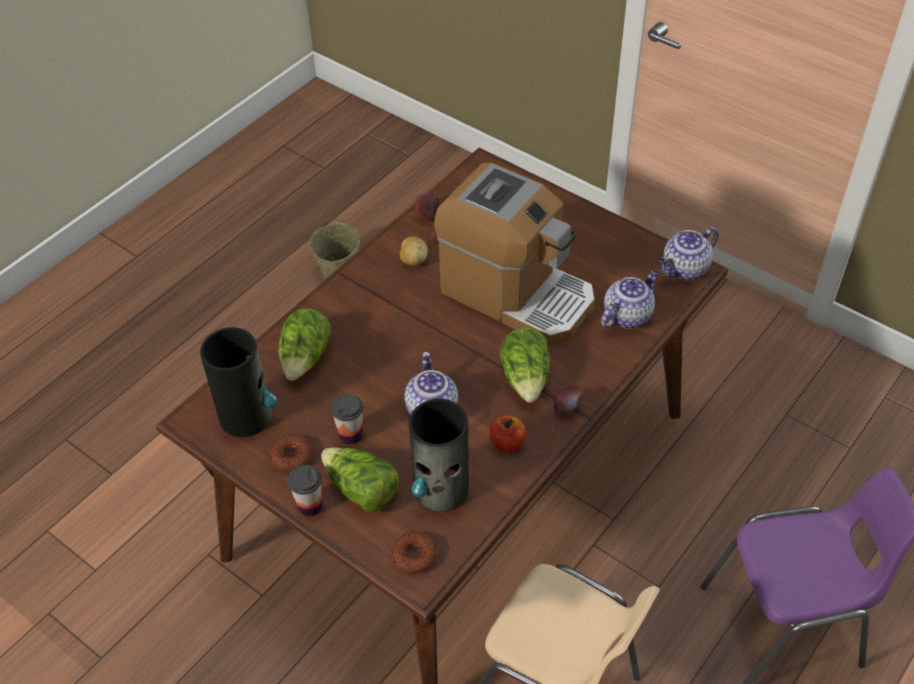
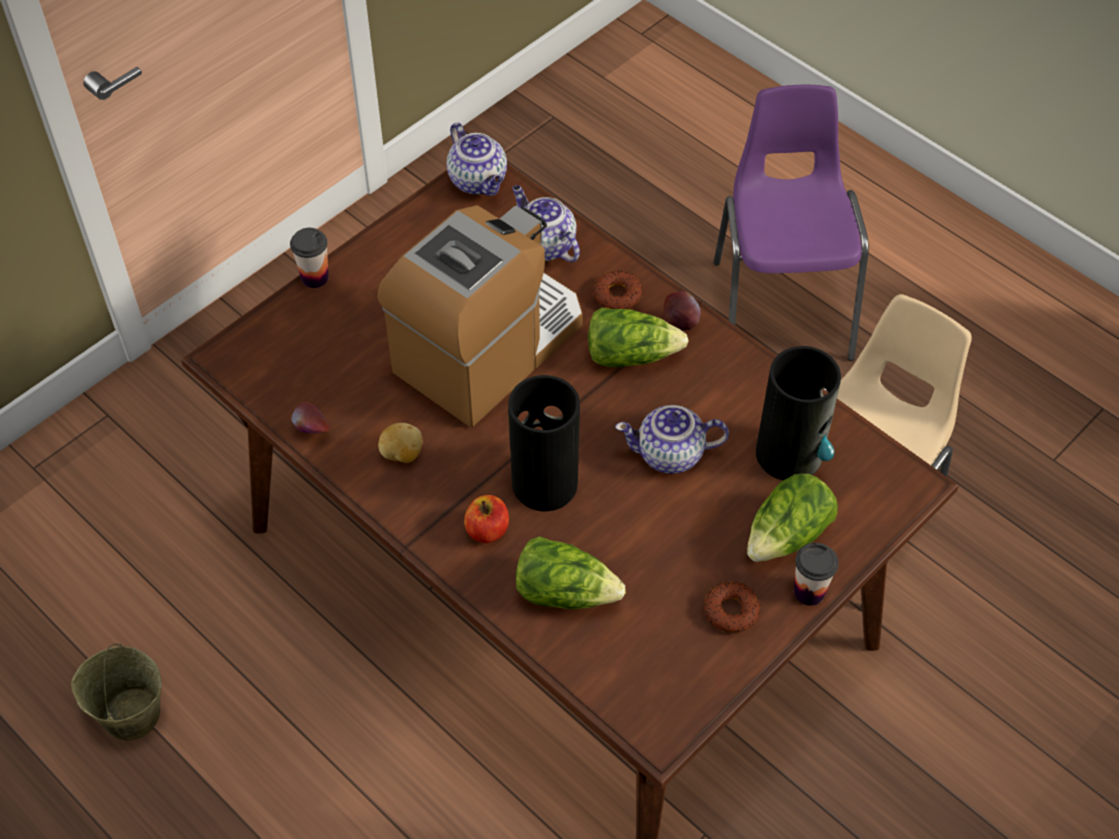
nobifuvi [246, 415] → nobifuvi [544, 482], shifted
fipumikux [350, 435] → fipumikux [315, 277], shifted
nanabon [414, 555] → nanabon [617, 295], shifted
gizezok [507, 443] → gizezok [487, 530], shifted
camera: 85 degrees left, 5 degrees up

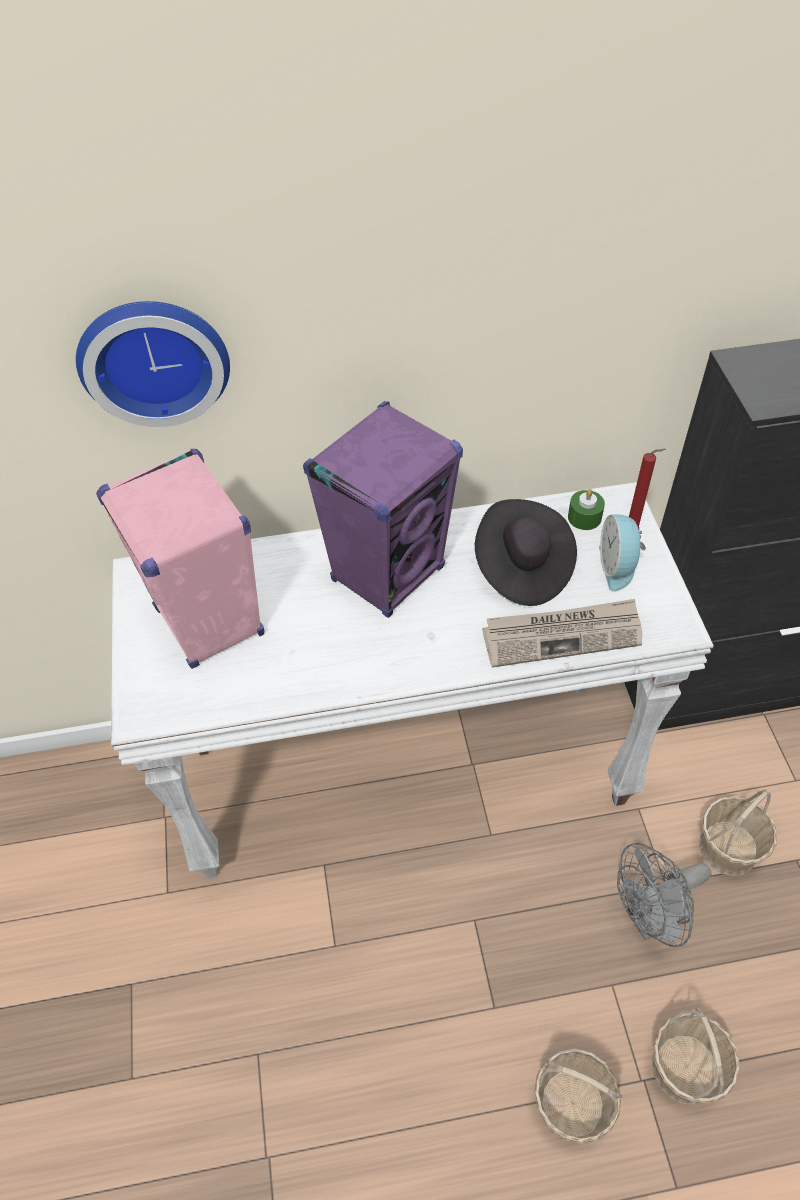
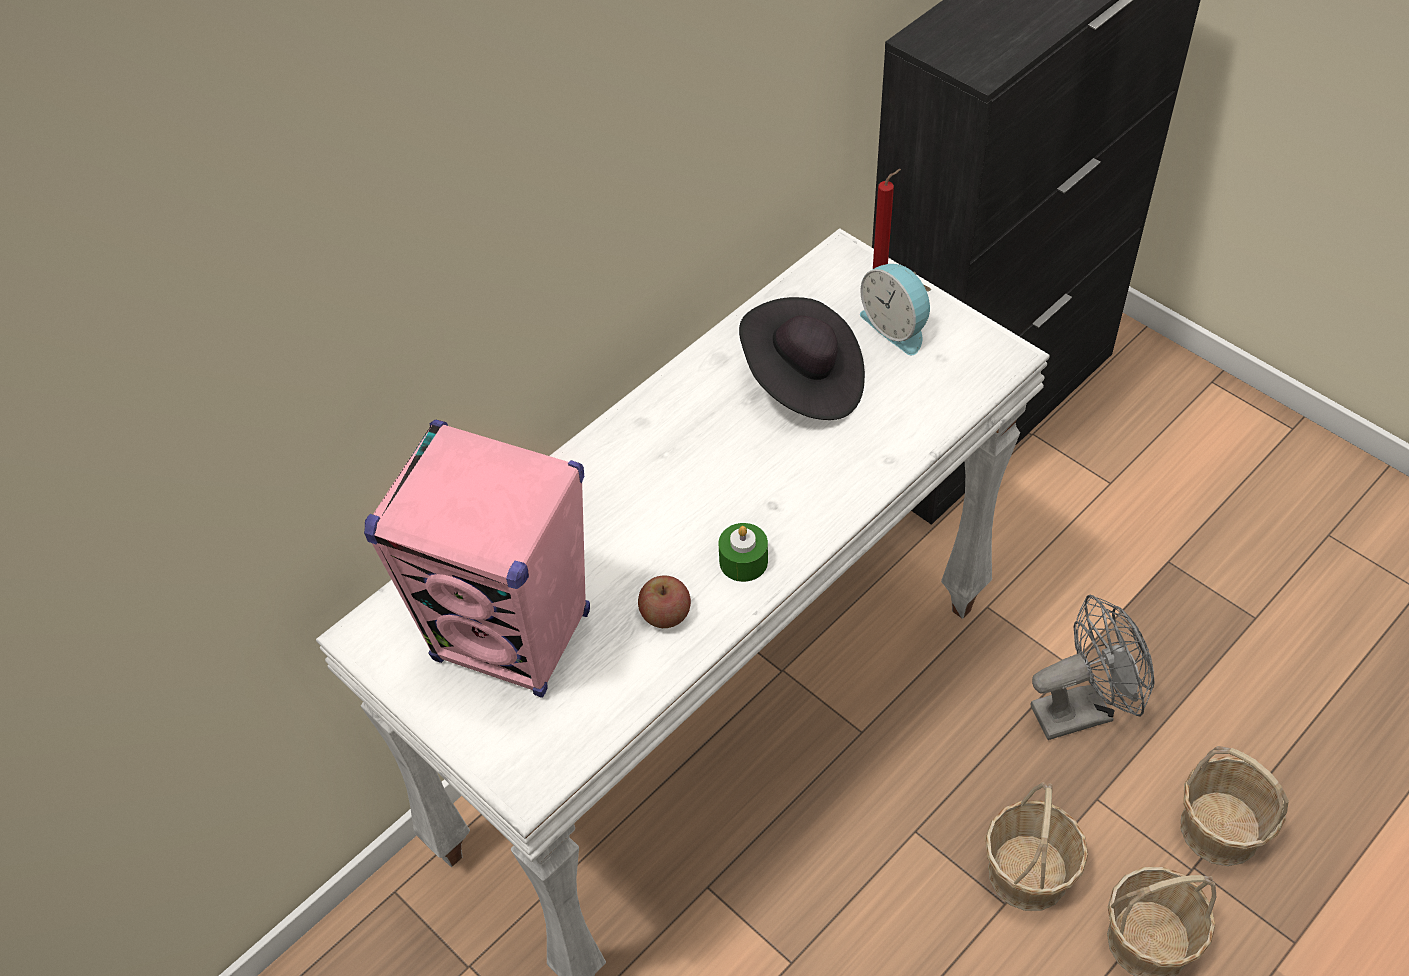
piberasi [154, 357] → -
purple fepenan [388, 573] → -
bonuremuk [562, 635] → -
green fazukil [584, 517] → green fazukil [743, 561], shifted
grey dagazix [650, 919] → grey dagazix [1082, 709], 135 degrees counterclockwise
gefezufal [728, 848] → gefezufal [1028, 872], shifted
- → gizezok [665, 614]
camera: 35 degrees left, 0 degrees up

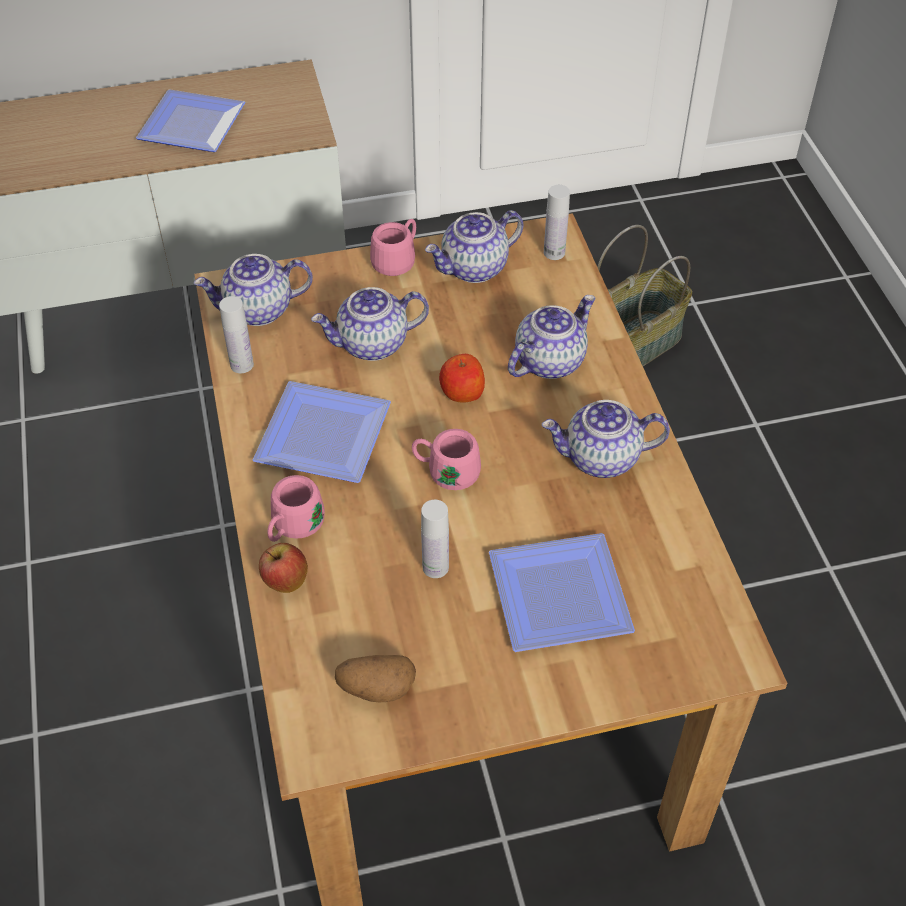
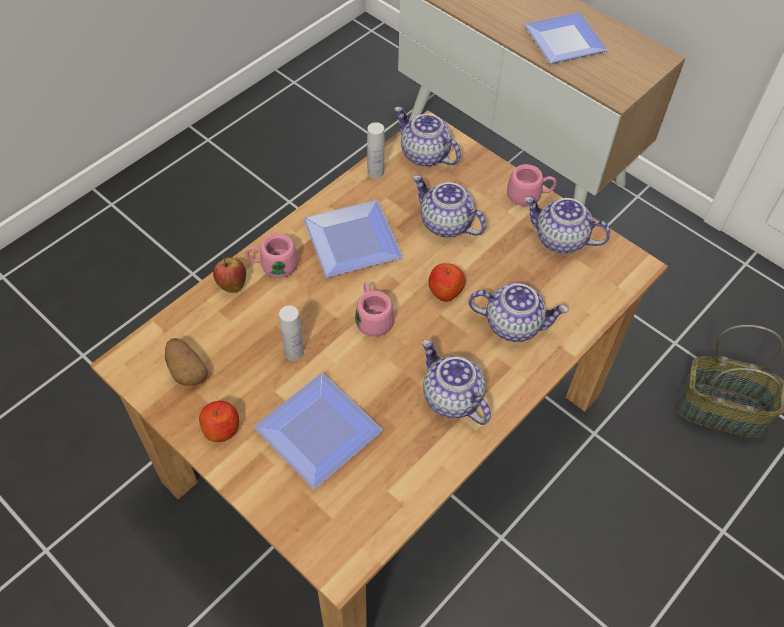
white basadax [554, 252] → -
- → gizezok [221, 428]
camera: 55 degrees right, 5 degrees up

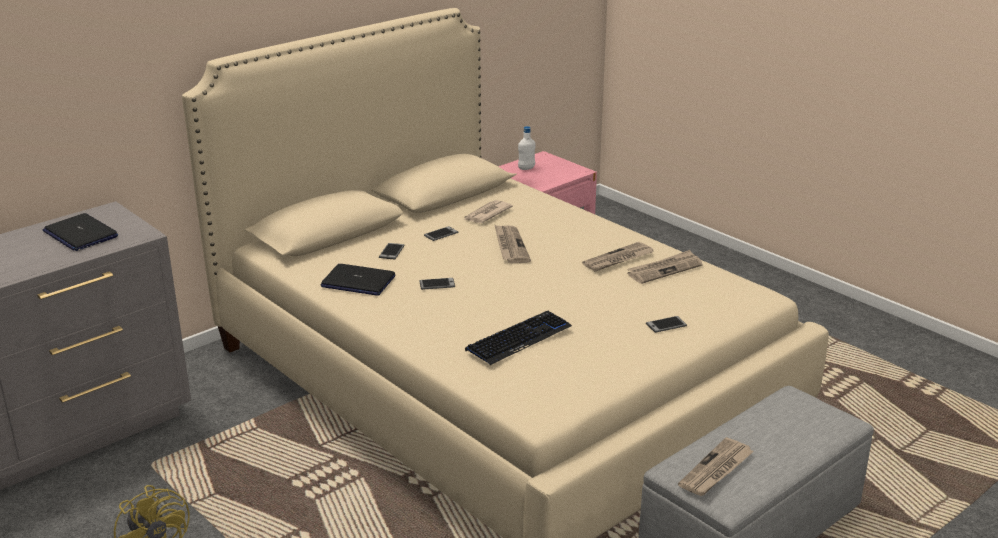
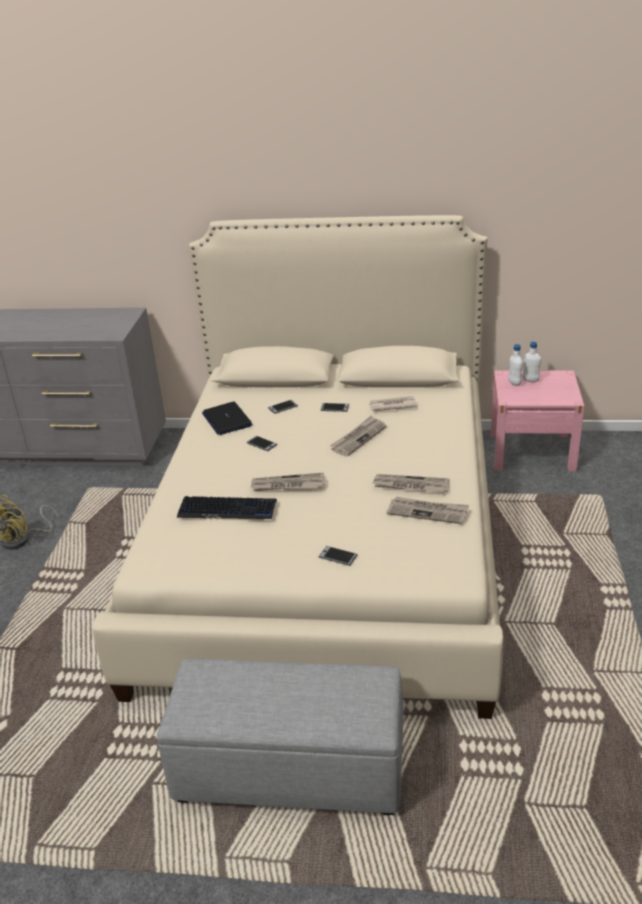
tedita [80, 234] → -
bonuremuk [716, 470] → bonuremuk [287, 485], shifted
- → white basadax [514, 383]
camera: 50 degrees right, 5 degrees up

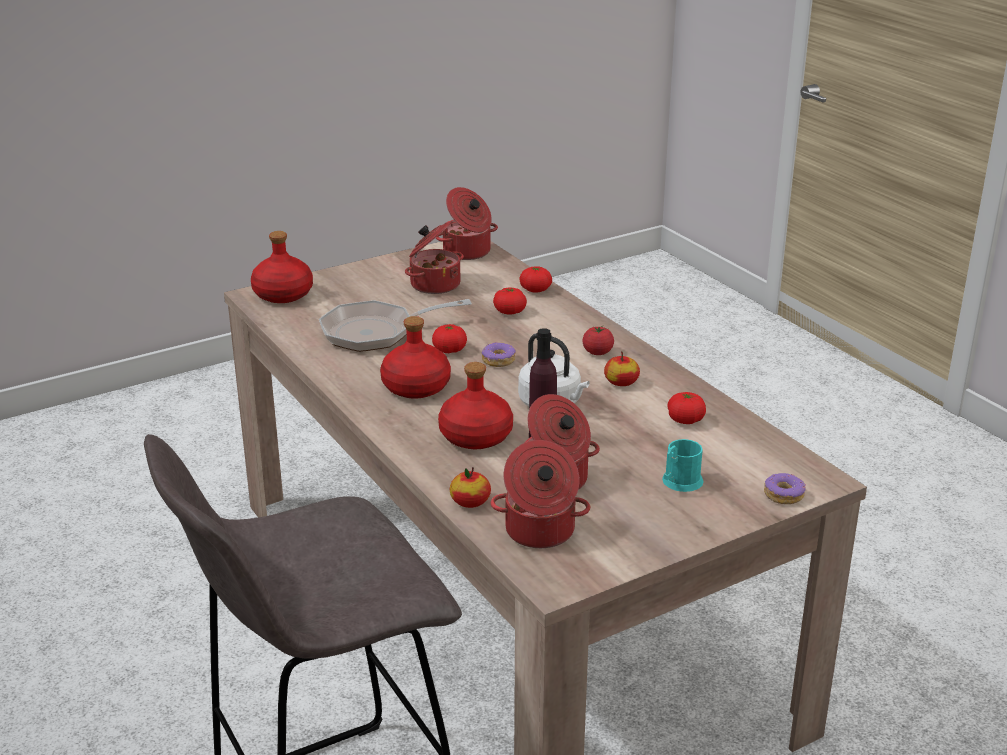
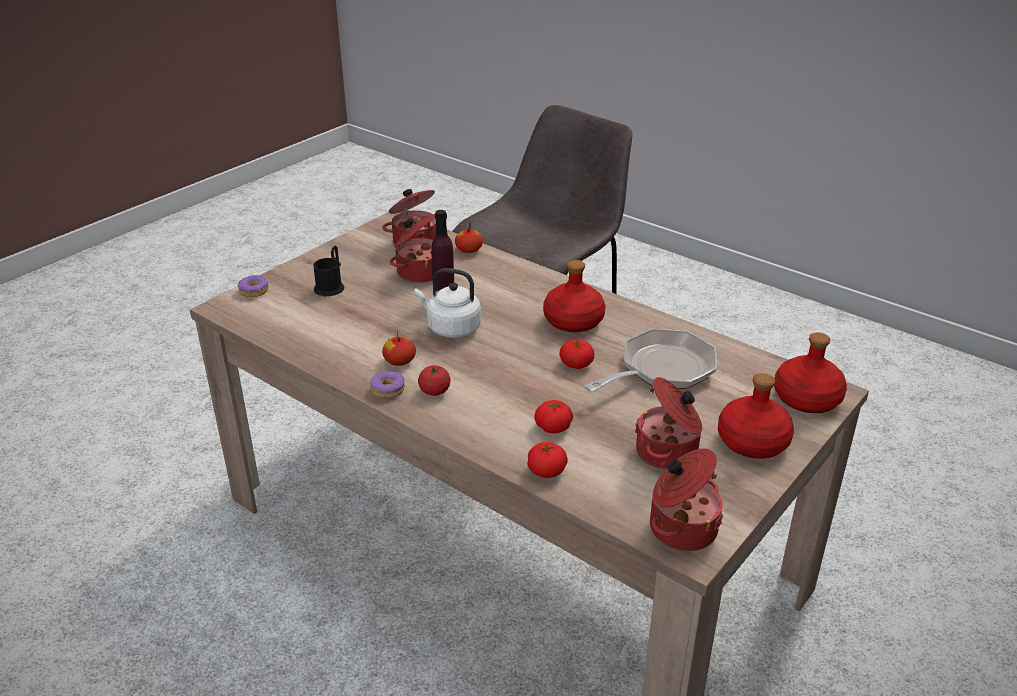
red basadax [475, 437] → red basadax [752, 441], shifted
nanabon [498, 360] → nanabon [388, 389], shifted
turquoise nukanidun [679, 483] → black nukanidun [331, 286]
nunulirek [685, 420] → -
camera: 160 degrees right, 5 degrees up

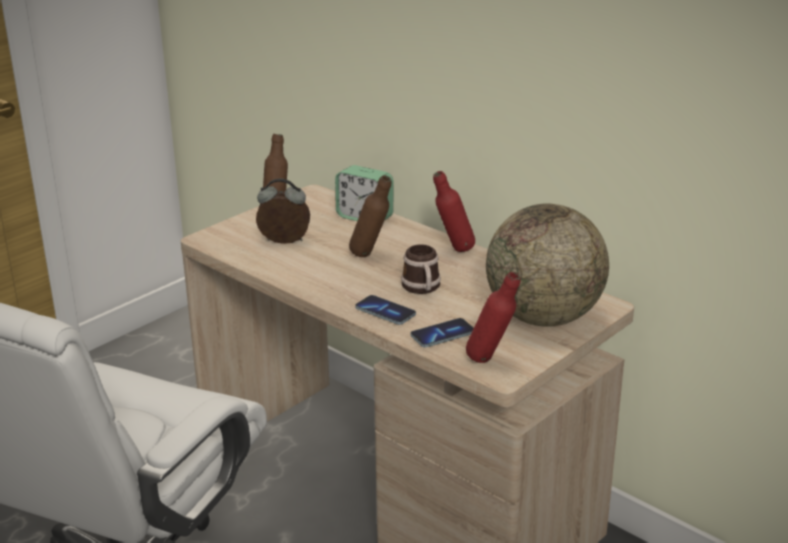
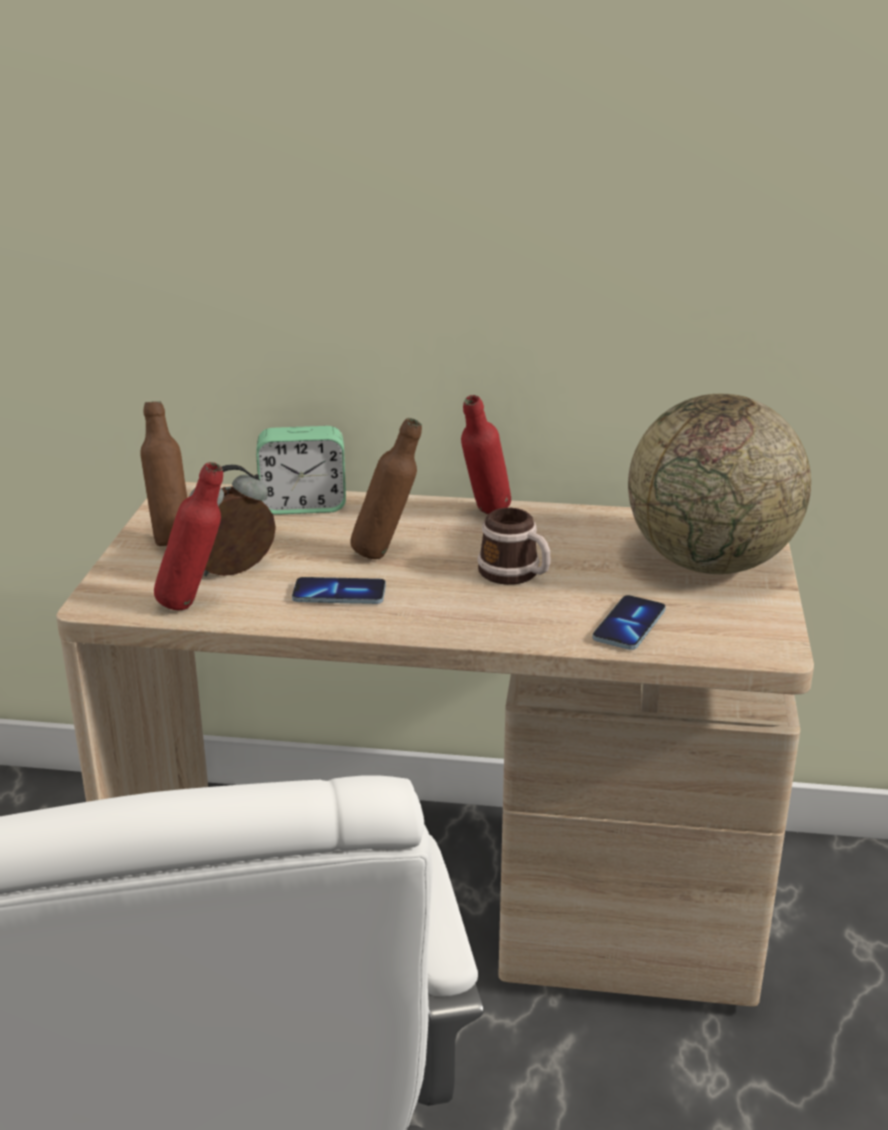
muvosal [385, 312] → muvosal [339, 594], shifted
red basadax [491, 362] → red basadax [195, 605], shifted
camera: 35 degrees left, 0 degrees up

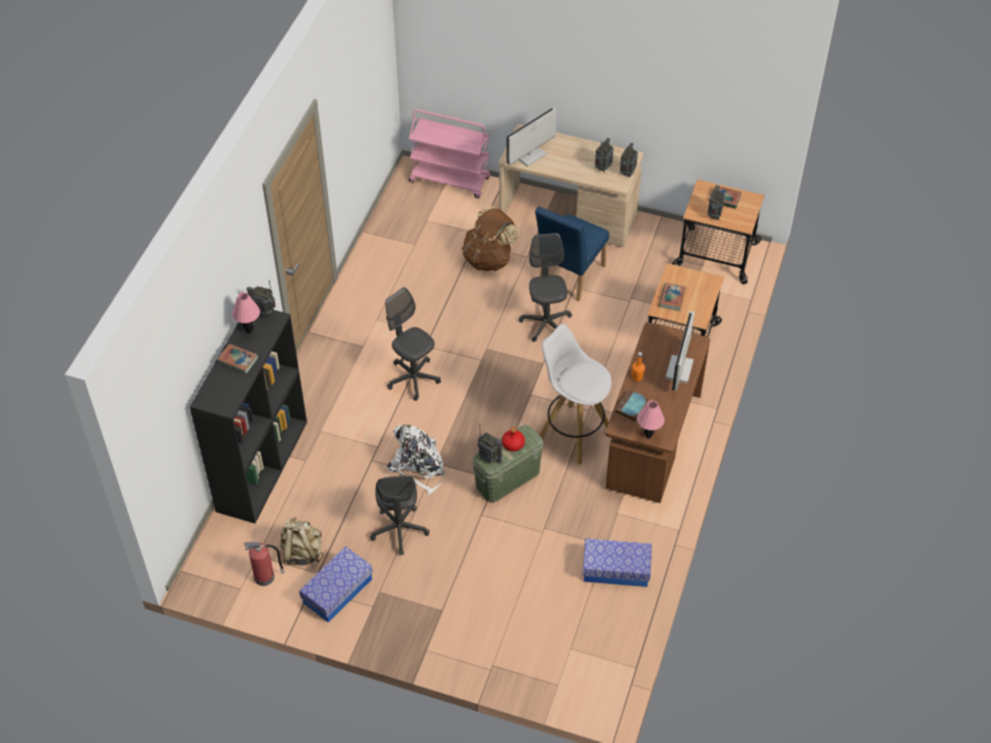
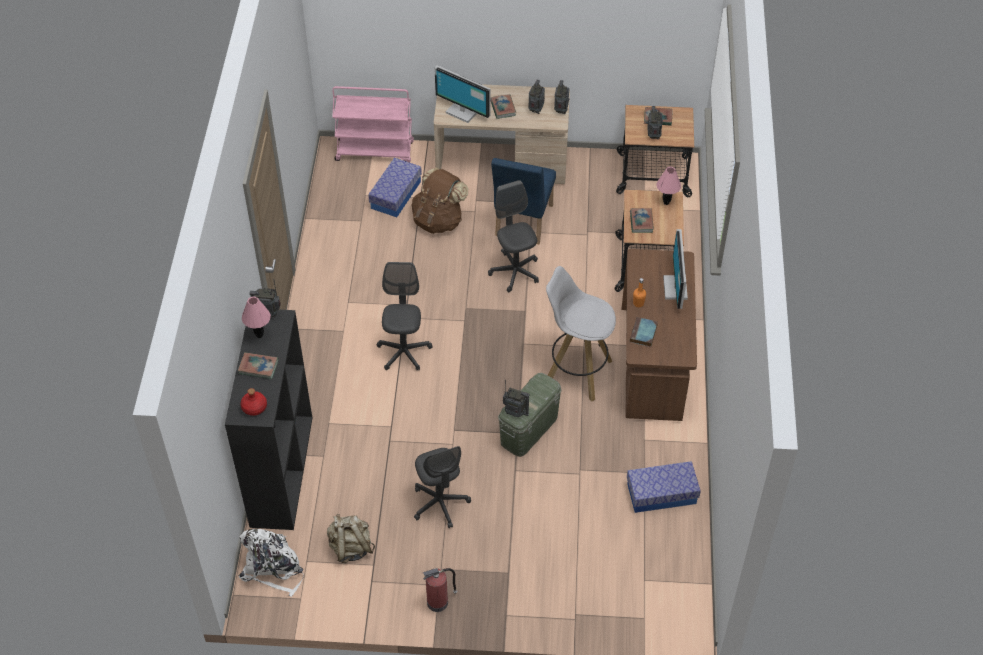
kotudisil [265, 577] → kotudisil [438, 602], shifted
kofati [337, 591] → kofati [396, 195], shifted
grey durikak [413, 378] → grey durikak [404, 352], 60 degrees clockwise
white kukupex [418, 466] → white kukupex [273, 568], shifted
red basadax [513, 444] → red basadax [254, 407], shifted
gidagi [531, 156] → gidagi [463, 111], 90 degrees counterclockwise
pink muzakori [648, 435] → pink muzakori [666, 202], shifted
- → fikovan [503, 108]
camera: 15 degrees left, 0 degrees up

